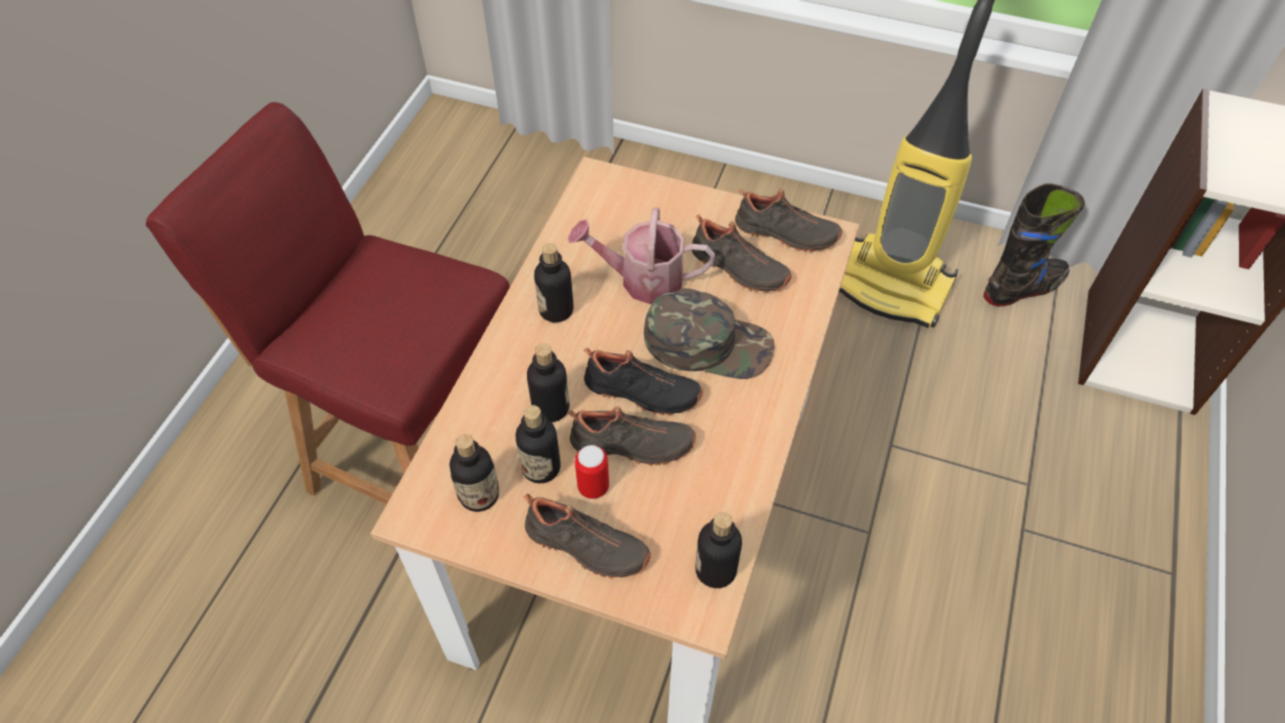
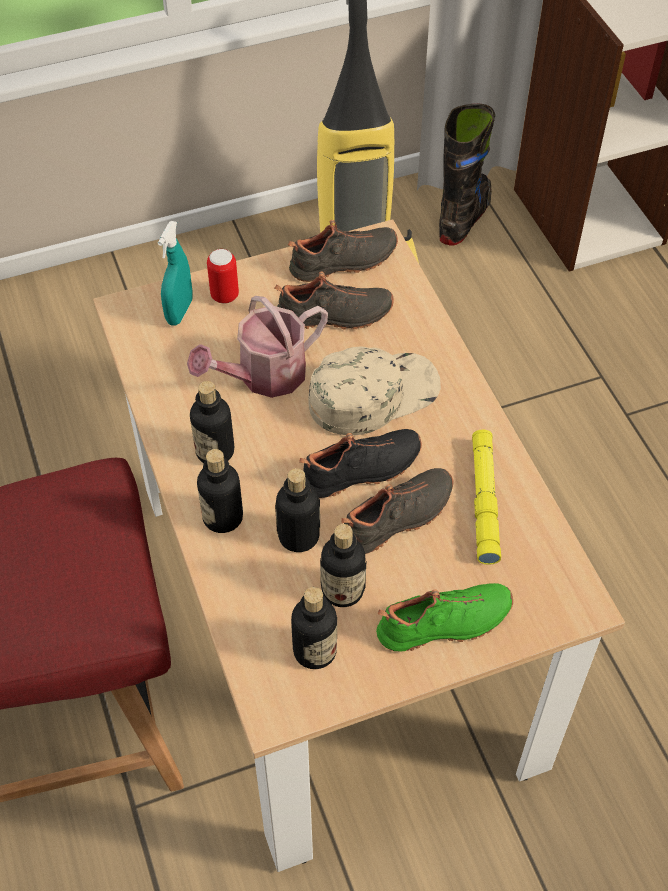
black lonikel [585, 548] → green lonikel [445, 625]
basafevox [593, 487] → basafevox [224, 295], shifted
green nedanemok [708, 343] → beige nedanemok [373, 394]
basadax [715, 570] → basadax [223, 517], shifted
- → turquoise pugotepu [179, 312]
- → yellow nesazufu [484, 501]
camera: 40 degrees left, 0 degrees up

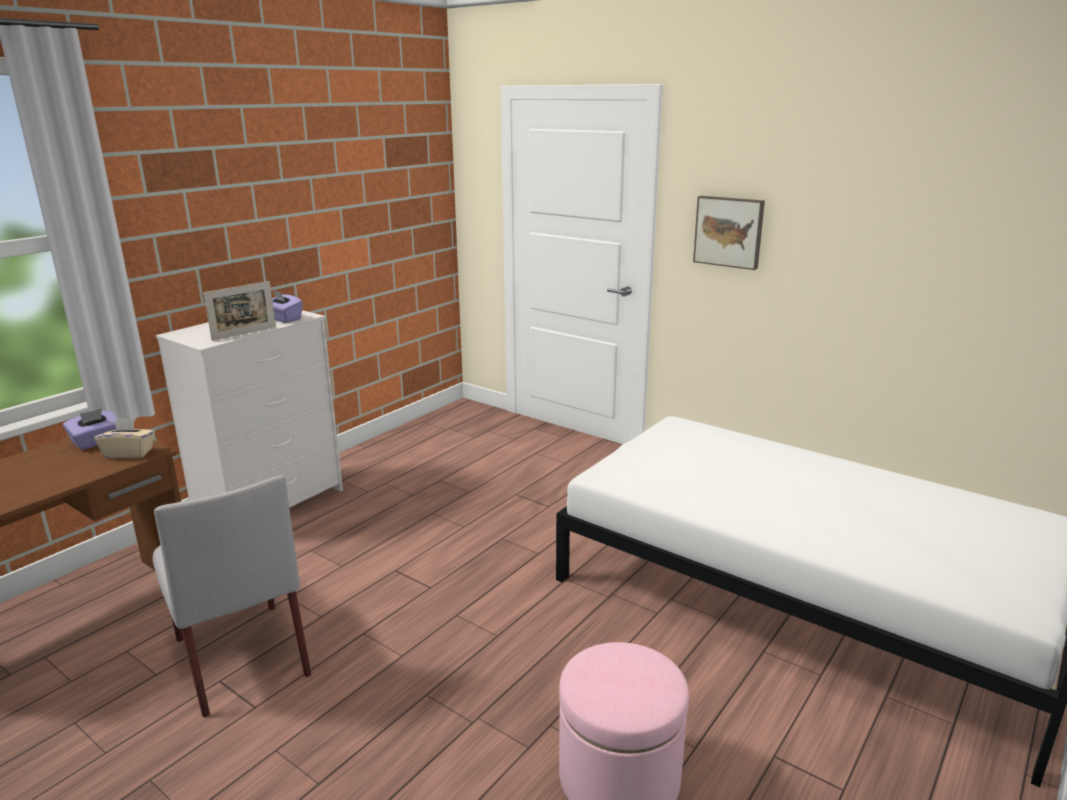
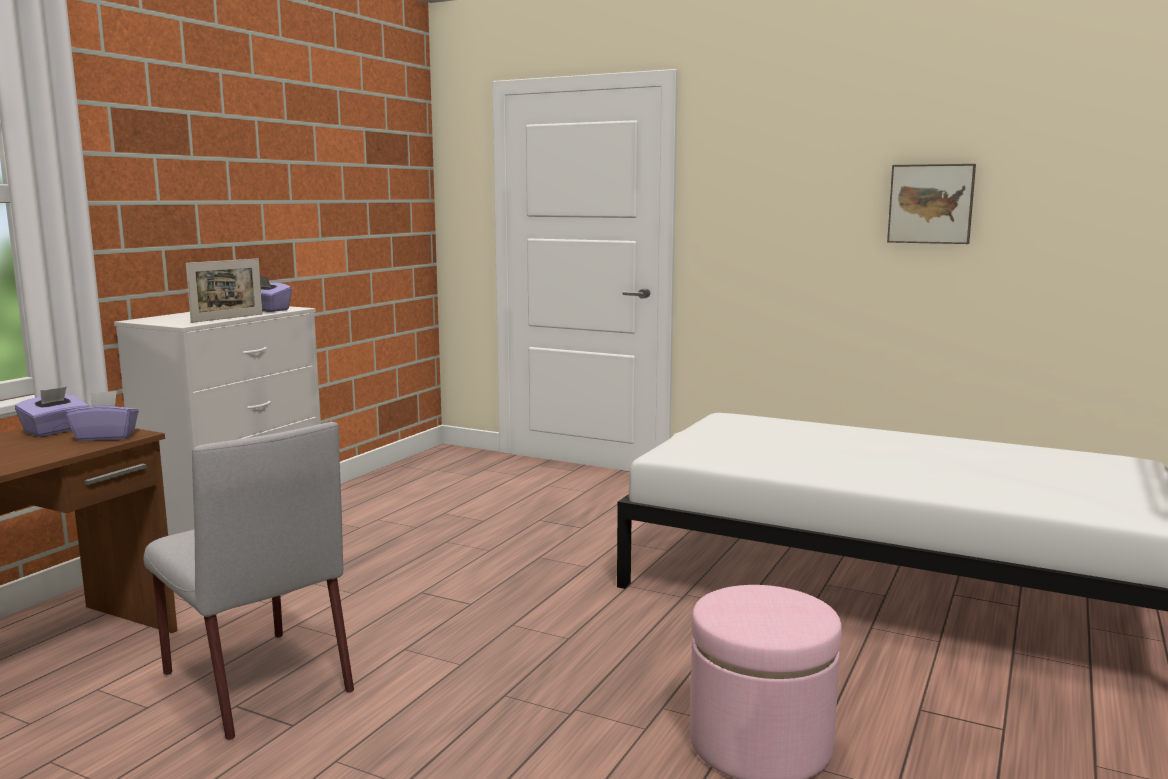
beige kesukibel [129, 453] → purple kesukibel [106, 436]
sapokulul [729, 231] → sapokulul [931, 204], shifted
camera: 10 degrees left, 10 degrees down

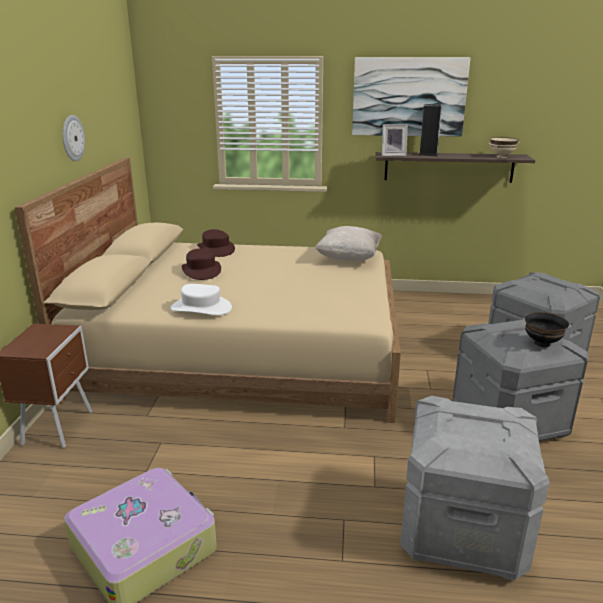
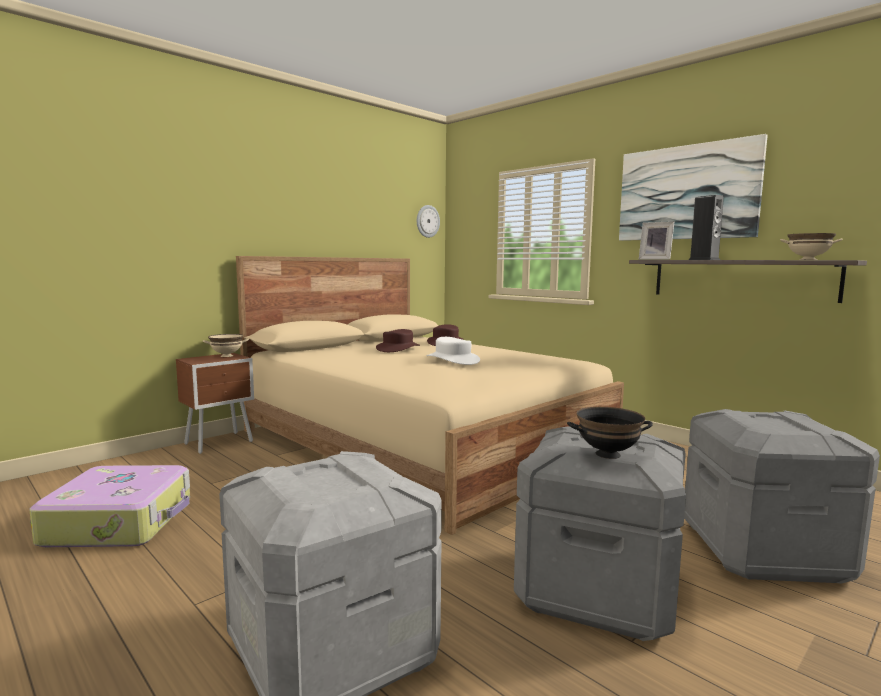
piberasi [72, 138] → piberasi [427, 221], shifted
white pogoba [201, 308] → white pogoba [453, 360], shifted
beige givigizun [348, 258] → -
- → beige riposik [226, 356]
camera: 40 degrees right, 15 degrees down

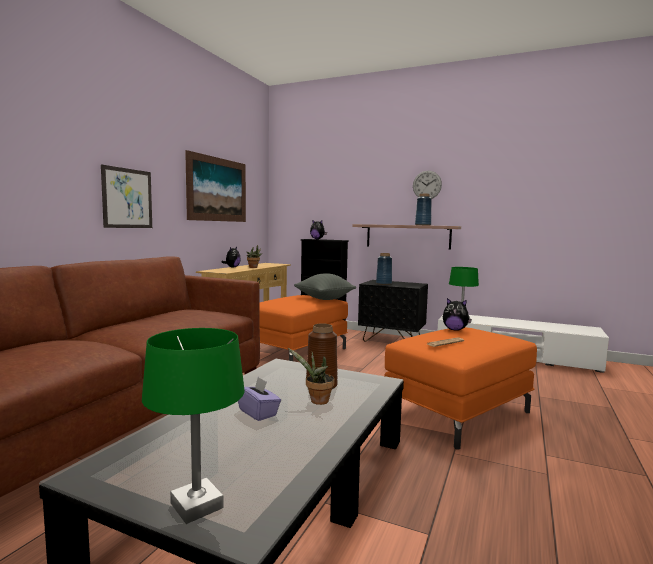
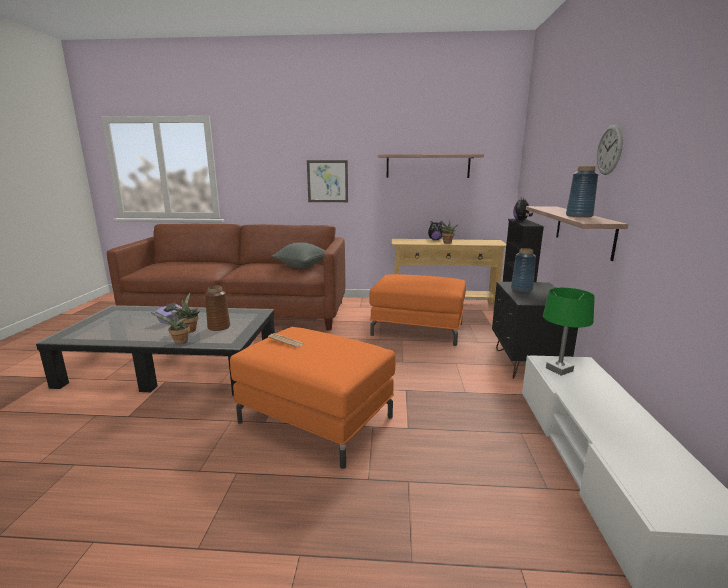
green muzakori [197, 506] → -
sapokulul [217, 189] → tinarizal [428, 166]
grey givigizun [324, 299] → grey givigizun [302, 266], shifted
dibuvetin [455, 330] → -
- → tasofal [179, 342]
camera: 70 degrees right, 10 degrees up

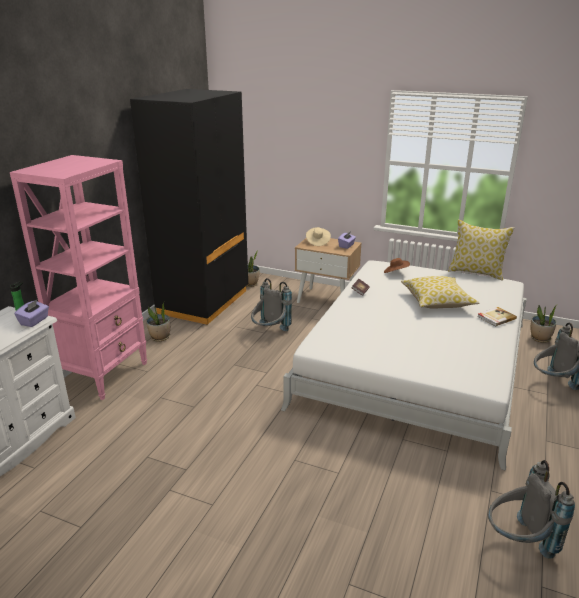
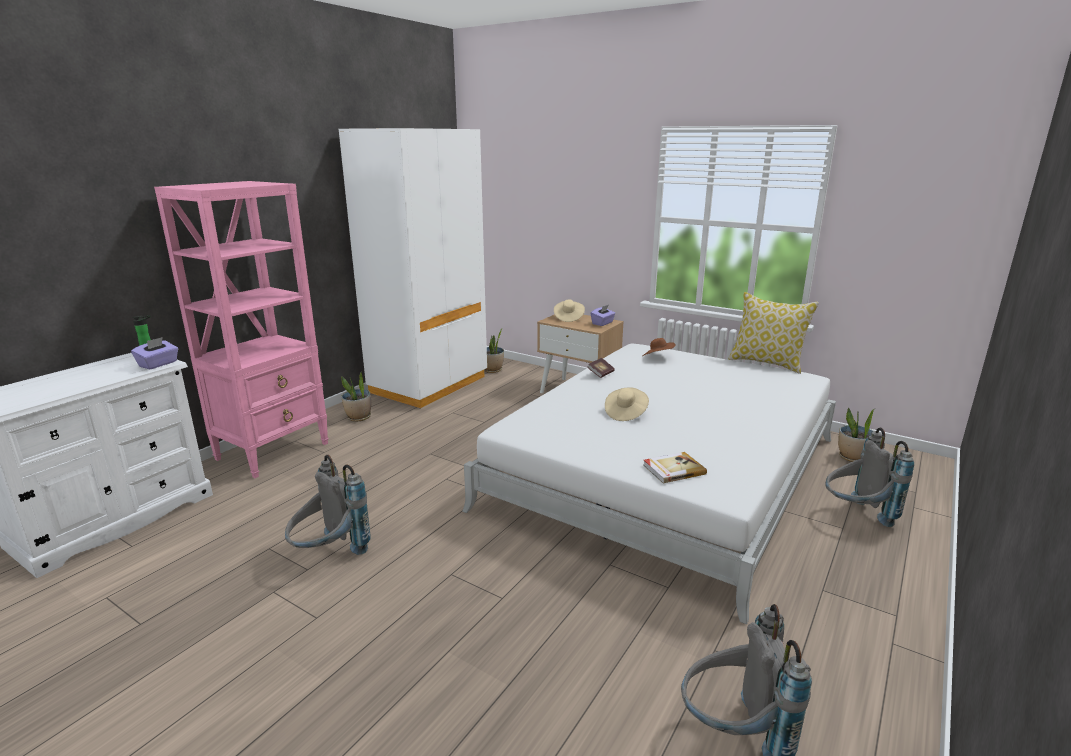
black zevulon [204, 302] → white zevulon [429, 385]
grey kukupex [270, 332] → grey kukupex [330, 554], shifted
givigizun [437, 301] → -
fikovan [496, 318] → fikovan [673, 469], shifted
- → beige pogoba [625, 413]
camera: 10 degrees right, 5 degrees down

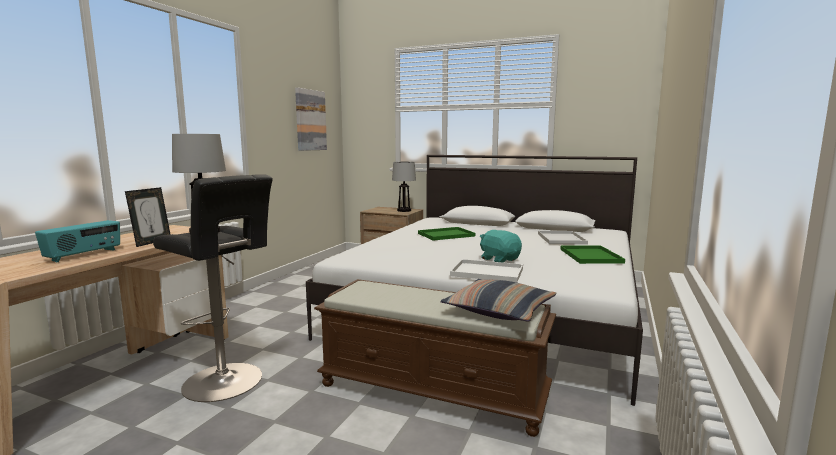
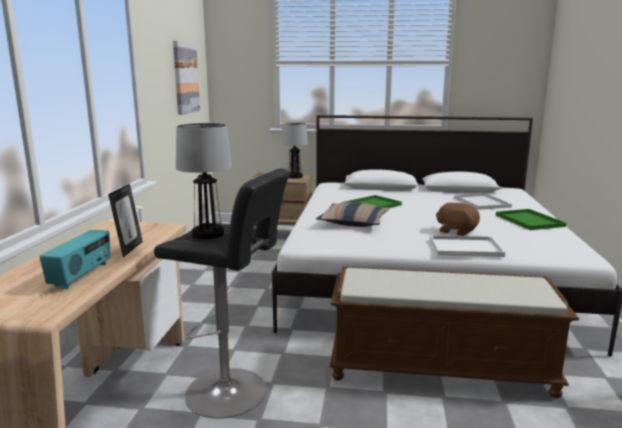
givigizun [499, 310] → givigizun [353, 222], shifted
turquoise dibuvetin [499, 259] → brown dibuvetin [456, 231]
camera: 15 degrees left, 5 degrees up

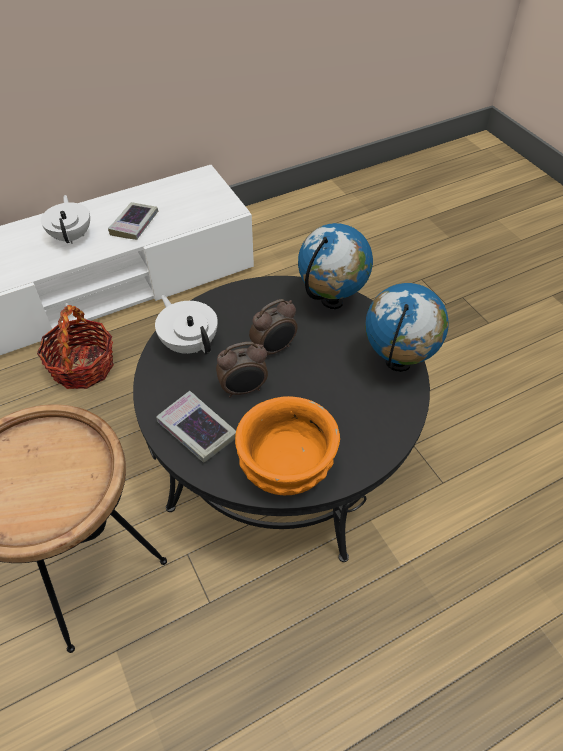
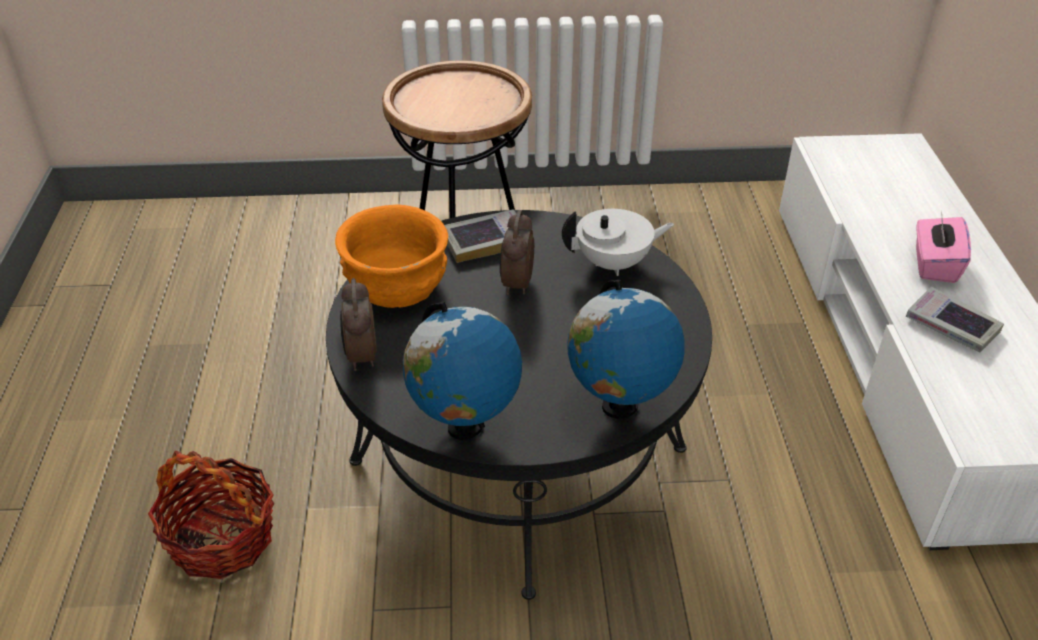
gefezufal [83, 366] → gefezufal [221, 538], shifted
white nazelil [72, 236] → pink kesukibel [934, 265]
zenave [274, 349] → zenave [361, 357], shifted
camera: 115 degrees right, 10 degrees down

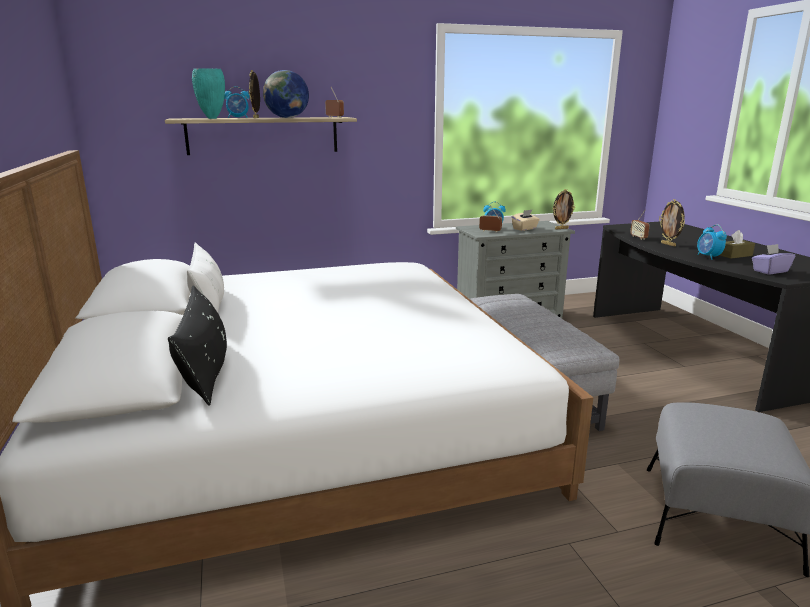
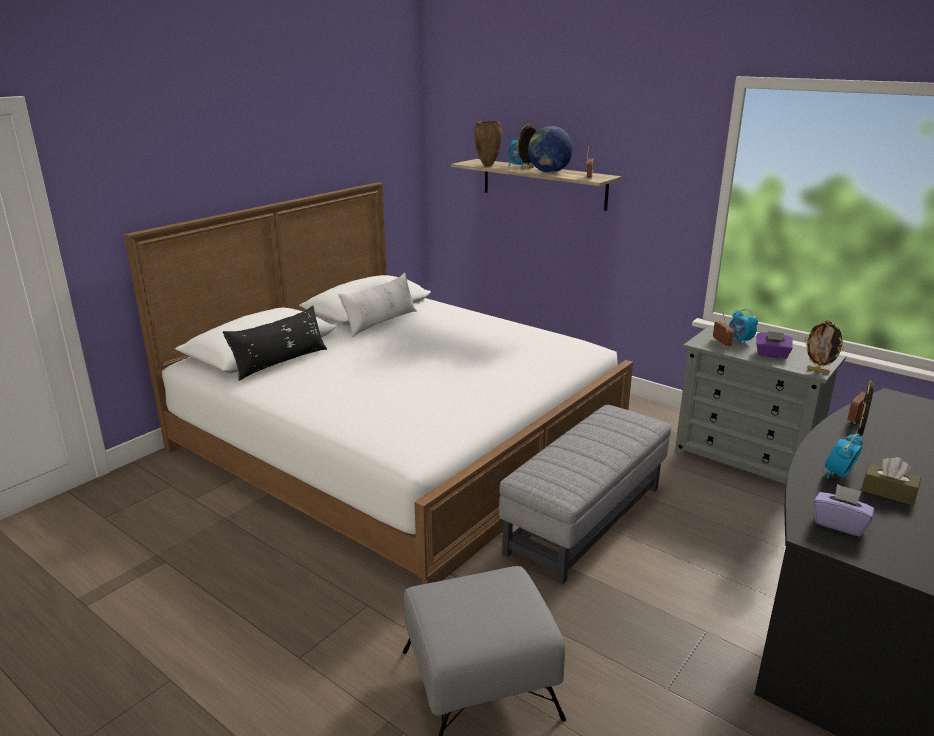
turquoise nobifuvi [212, 118] → brown nobifuvi [487, 166]
beige kesukibel [525, 229] → purple kesukibel [772, 355]
camera: 55 degrees right, 5 degrees up

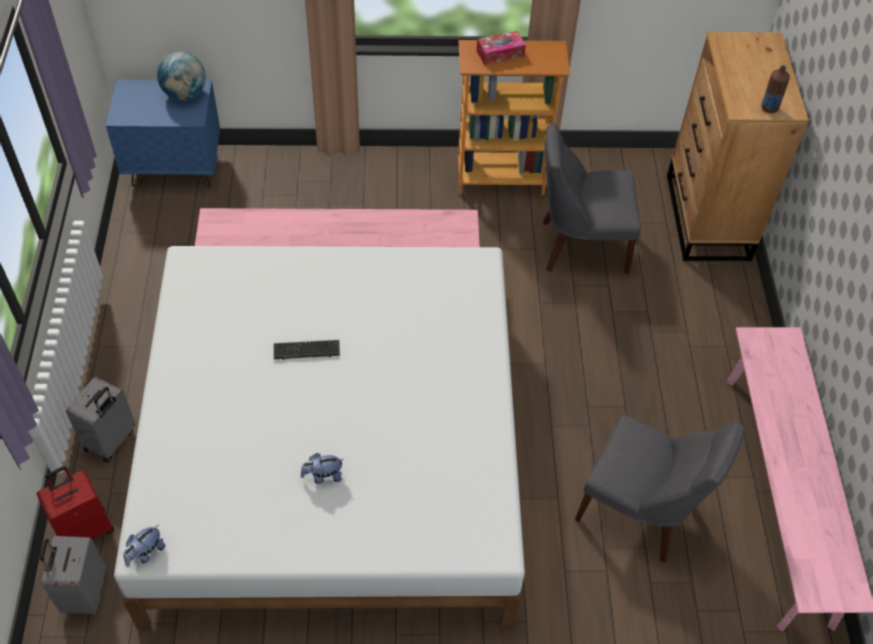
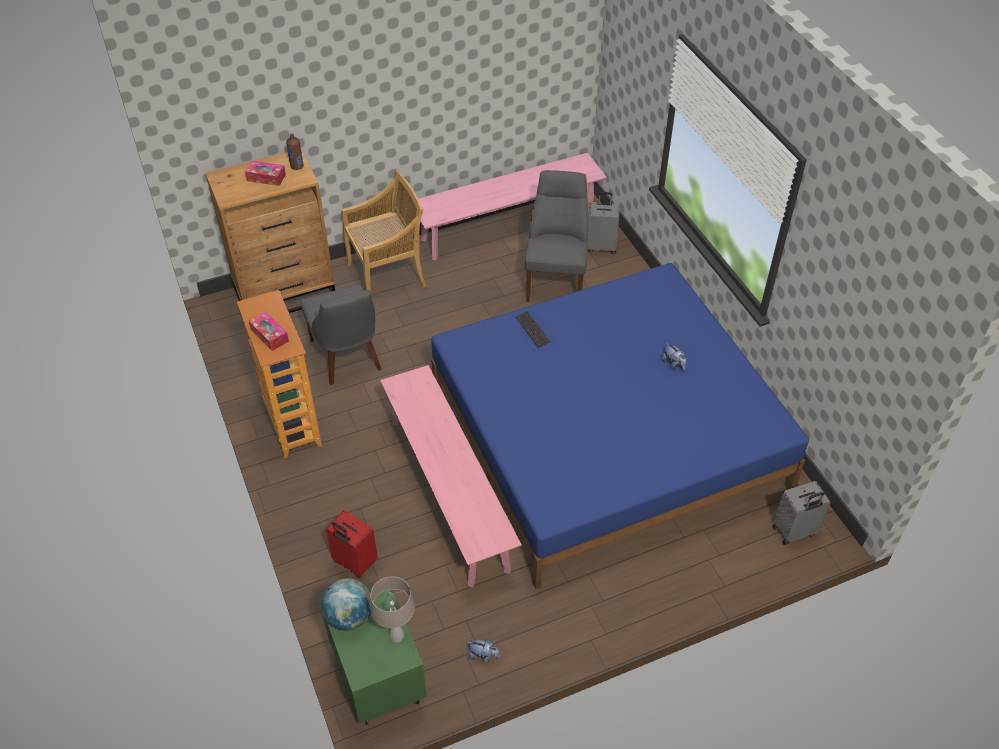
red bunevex [86, 529] → red bunevex [354, 563], shifted
grey bunevex [111, 441] → grey bunevex [601, 246], shifted
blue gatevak [175, 169] → green gatevak [378, 679]
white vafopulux [333, 452] → blue vafopulux [606, 438]
dibuvetin [146, 553] → dibuvetin [483, 656], shifted
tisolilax [306, 350] → tisolilax [532, 330], shifted
- → kesukibel [266, 177]
- → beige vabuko [387, 275]
- → beige muzakori [396, 635]
camera: 110 degrees left, 5 degrees down

